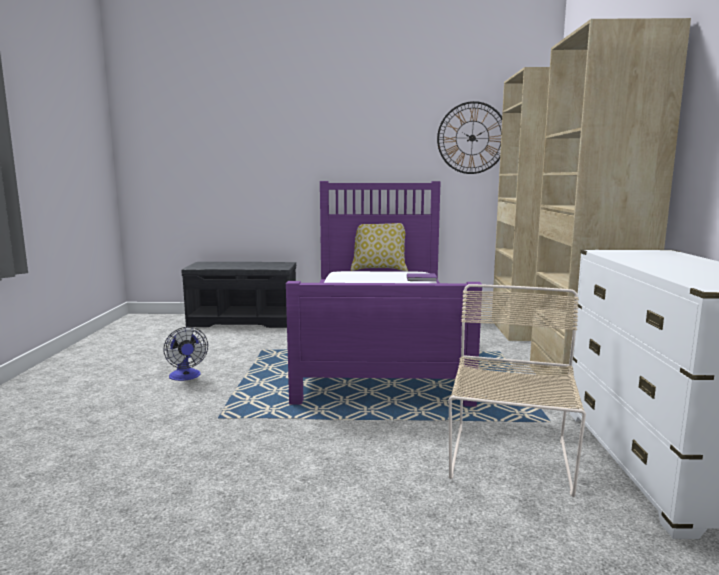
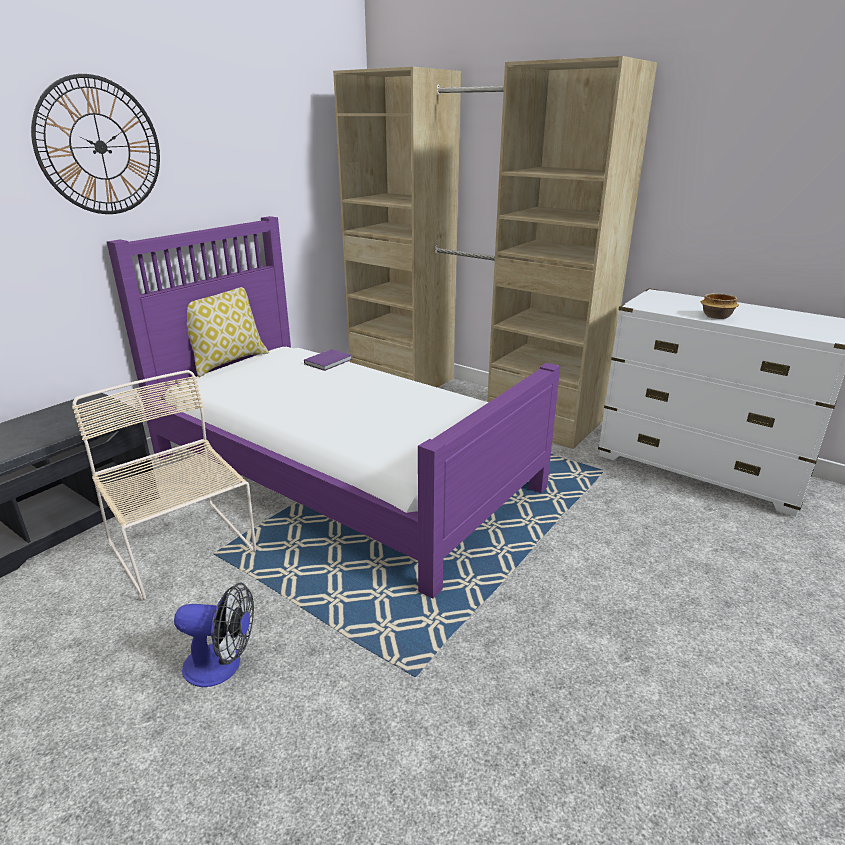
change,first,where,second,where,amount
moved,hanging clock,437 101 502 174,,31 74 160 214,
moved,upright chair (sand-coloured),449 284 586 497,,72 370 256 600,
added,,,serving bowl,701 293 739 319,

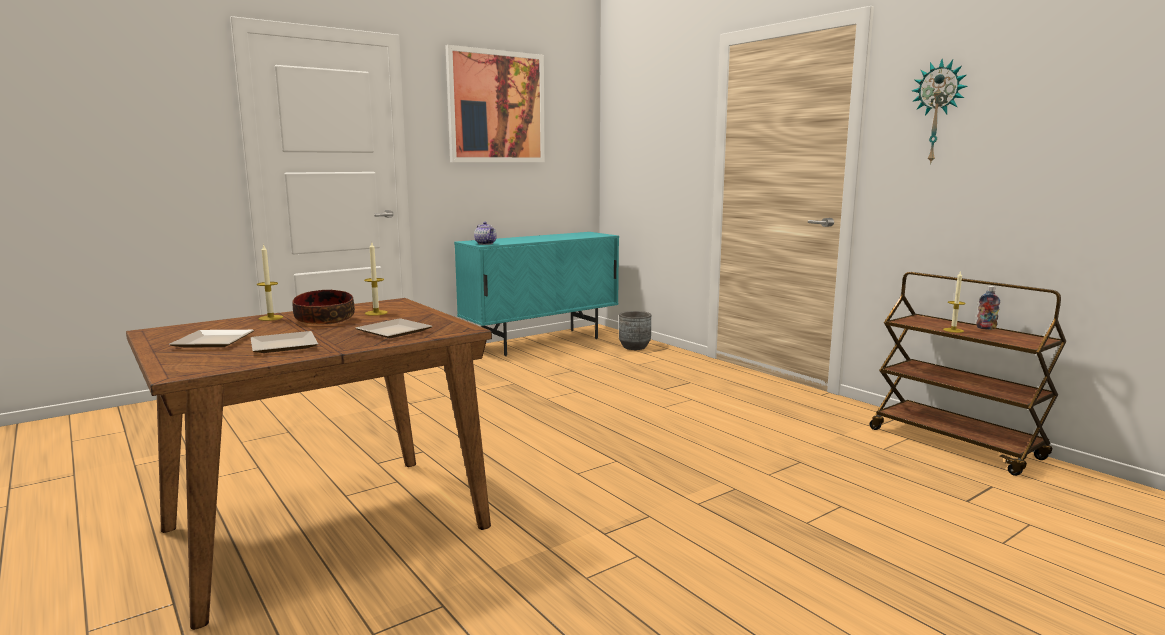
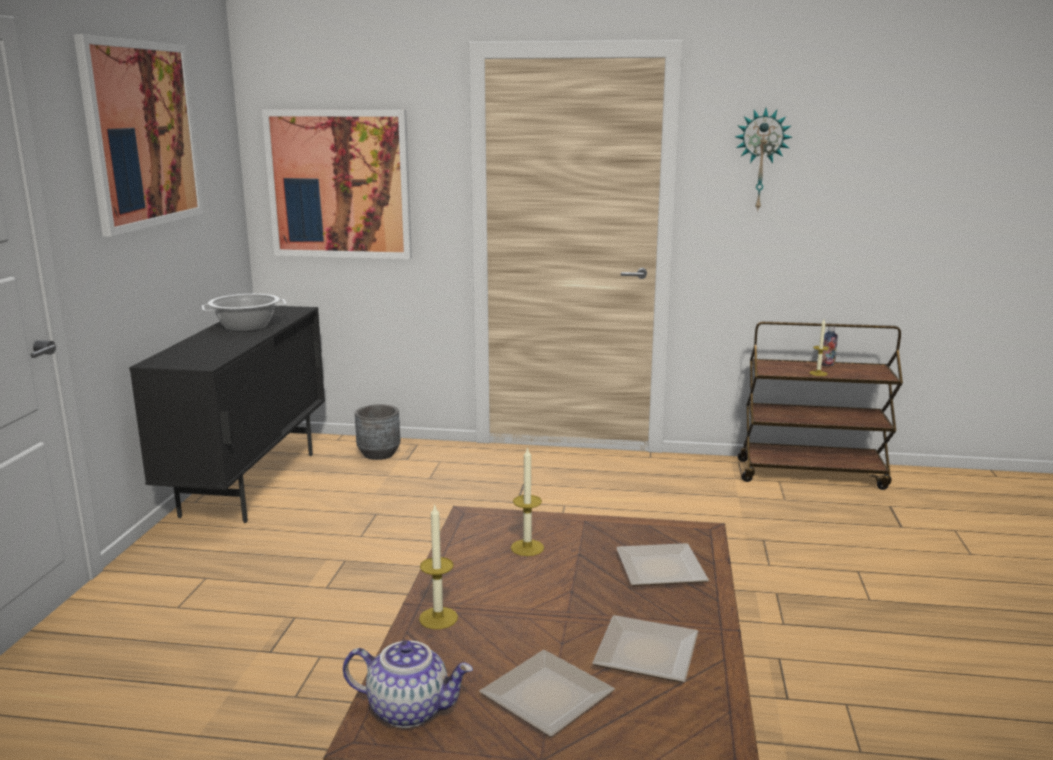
change,first,where,second,where,amount
recoloured,cabinet (turquoise),454 232 619 356,cabinet (blackish),129 306 325 523,
added,,,saucepot,202 294 287 332,
added,,,wall picture,262 110 412 259,
moved,pot for tea,474 222 497 245,,343 640 473 728,
removed,serving bowl,292 290 355 325,,,

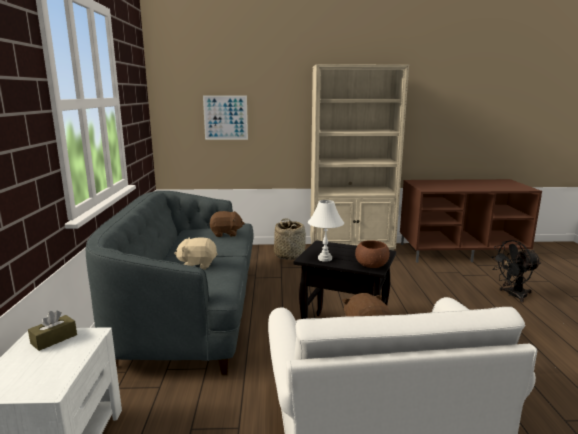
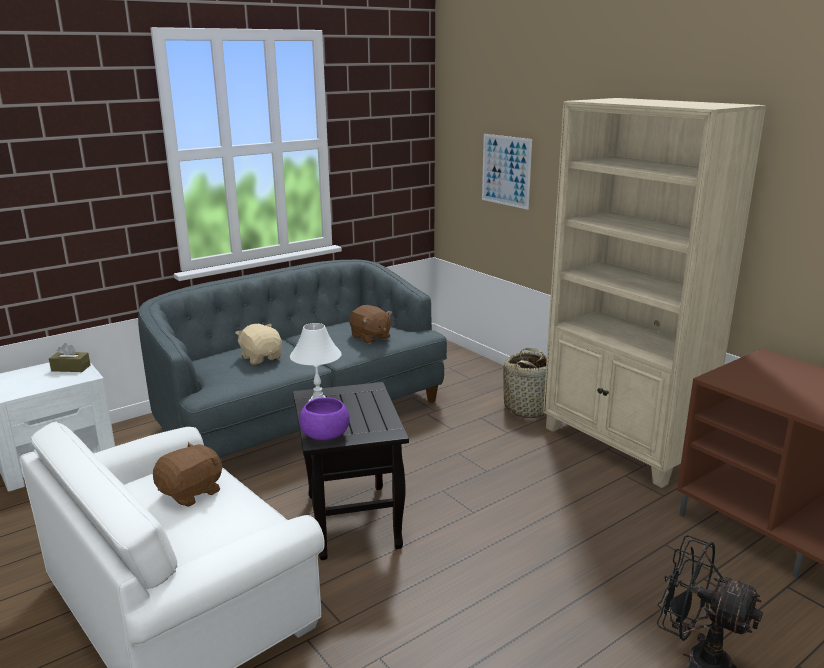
change,first,where,second,where,amount
recoloured,serving bowl (brown-coloured),355 240 390 268,serving bowl (purple-coloured),299 397 350 440,

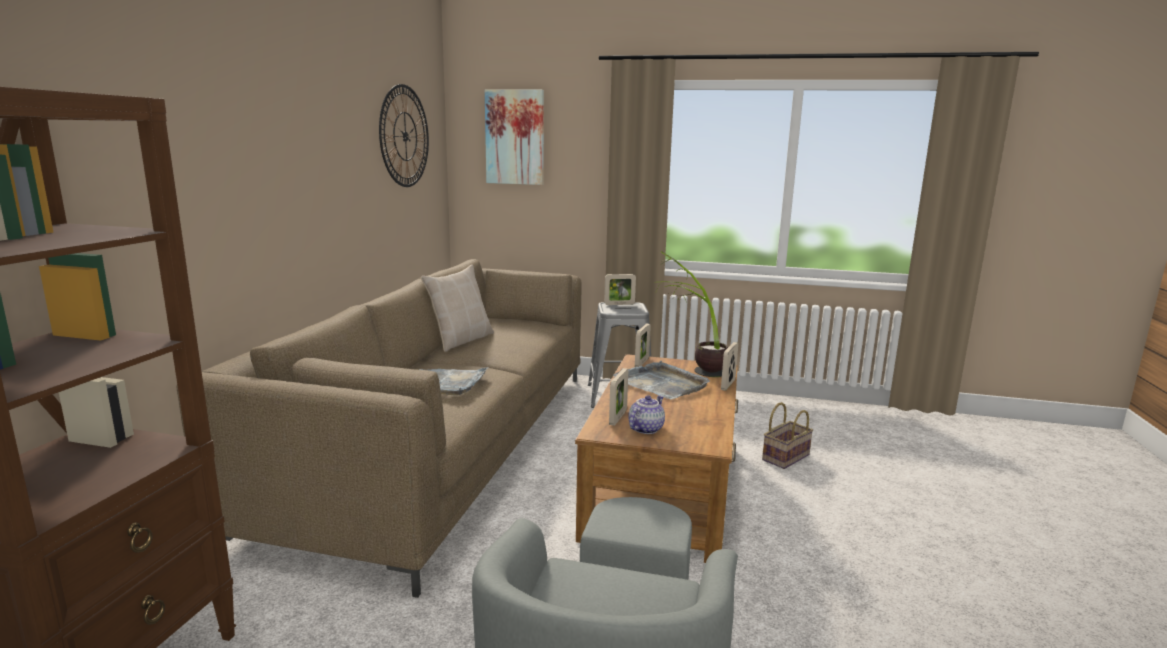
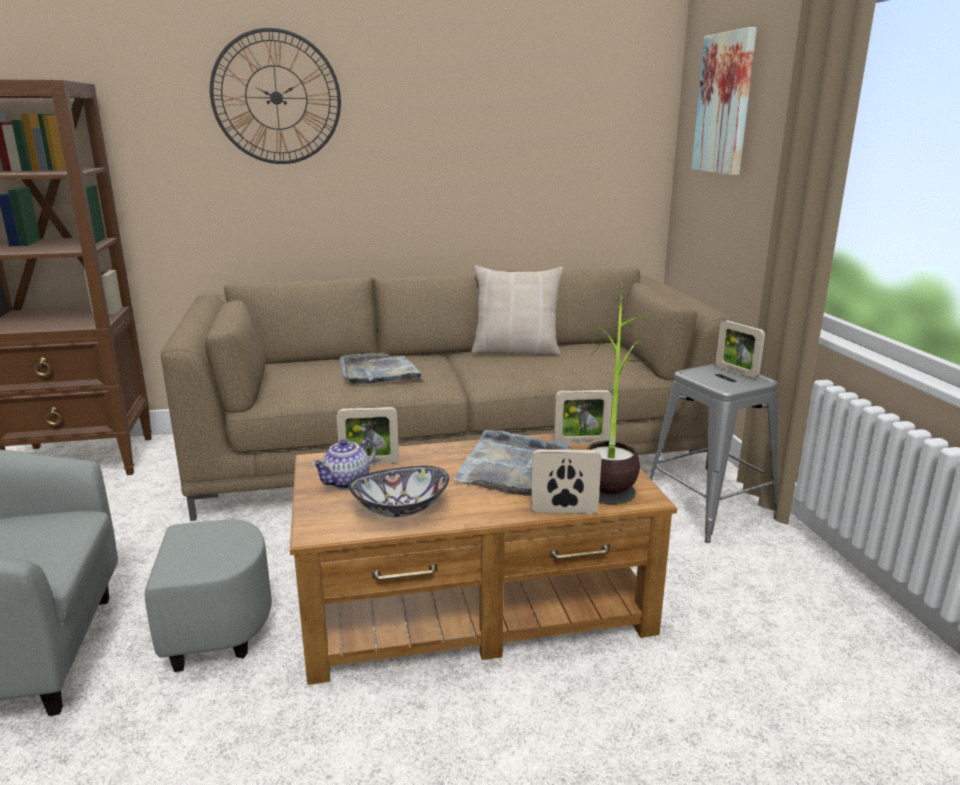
change,first,where,second,where,amount
moved,hanging clock,379 84 429 187,,210 28 341 164,
turned,pot for tea,628 395 665 434,,312 438 376 489,120 degrees clockwise
added,,,serving bowl,348 466 449 517,
removed,household basket,762 402 813 469,,,

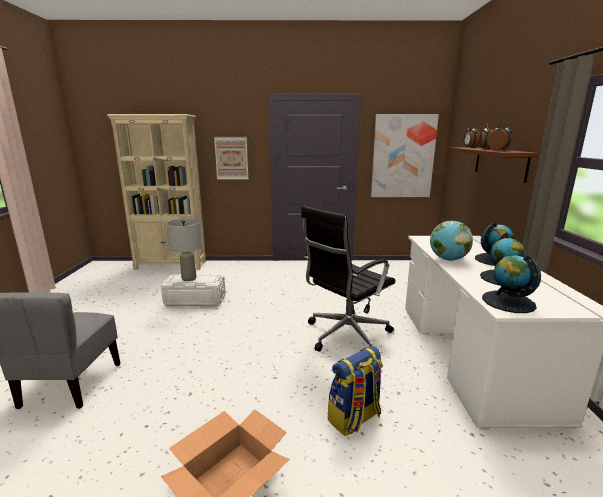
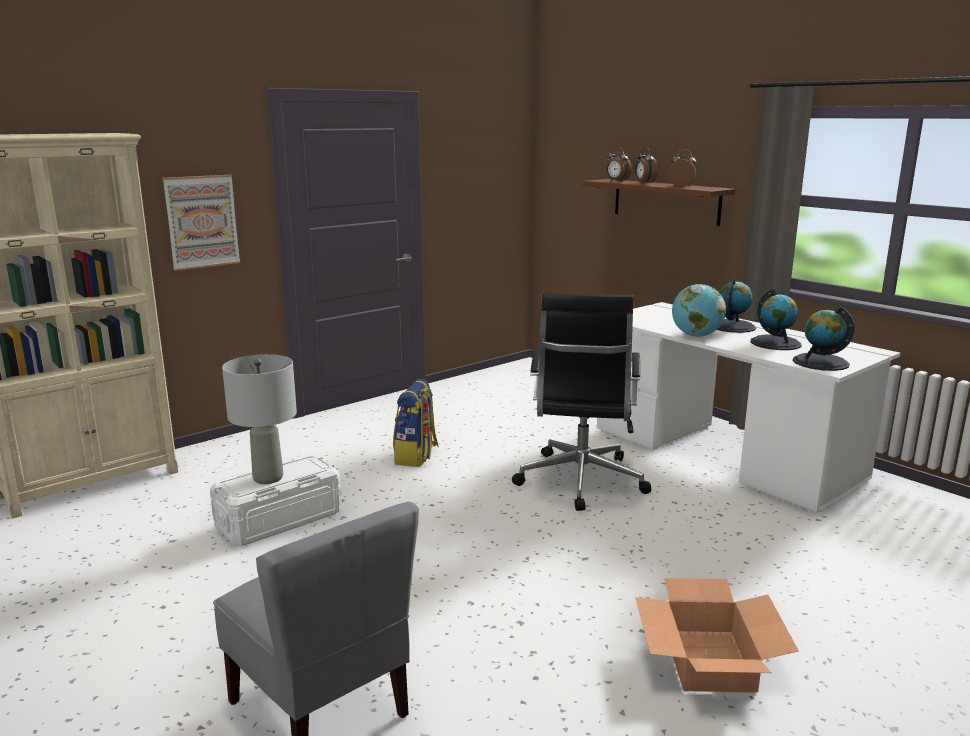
change,first,where,second,where,amount
moved,backpack,328 346 383 436,,393 379 439 467,
removed,wall picture,371 114 439 197,,,

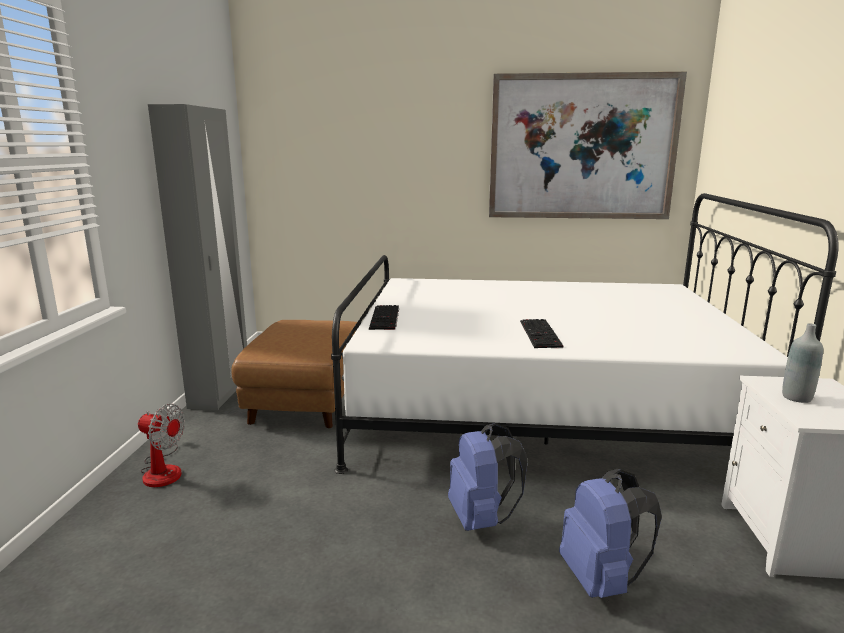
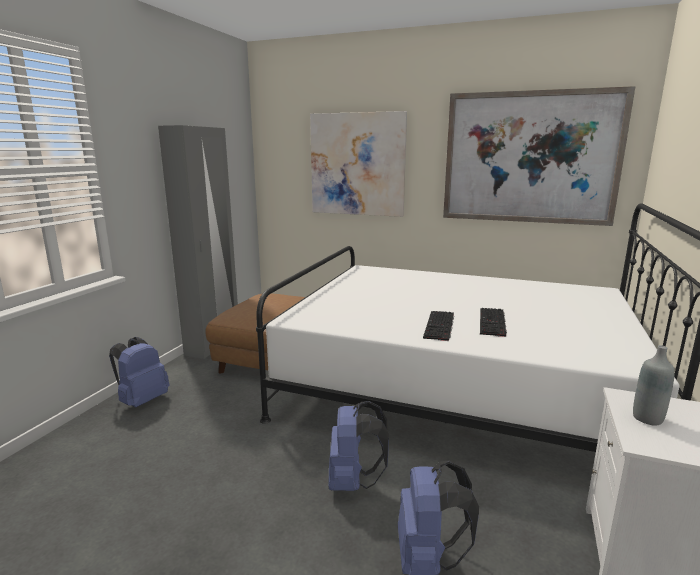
change,first,where,second,where,amount
replaced,cooling fan,138 404 185 487,backpack (blue-coloured),109 337 169 407,
added,,,wall picture,310 111 407 217,
moved,keyboard,369 305 399 330,,480 308 507 337,

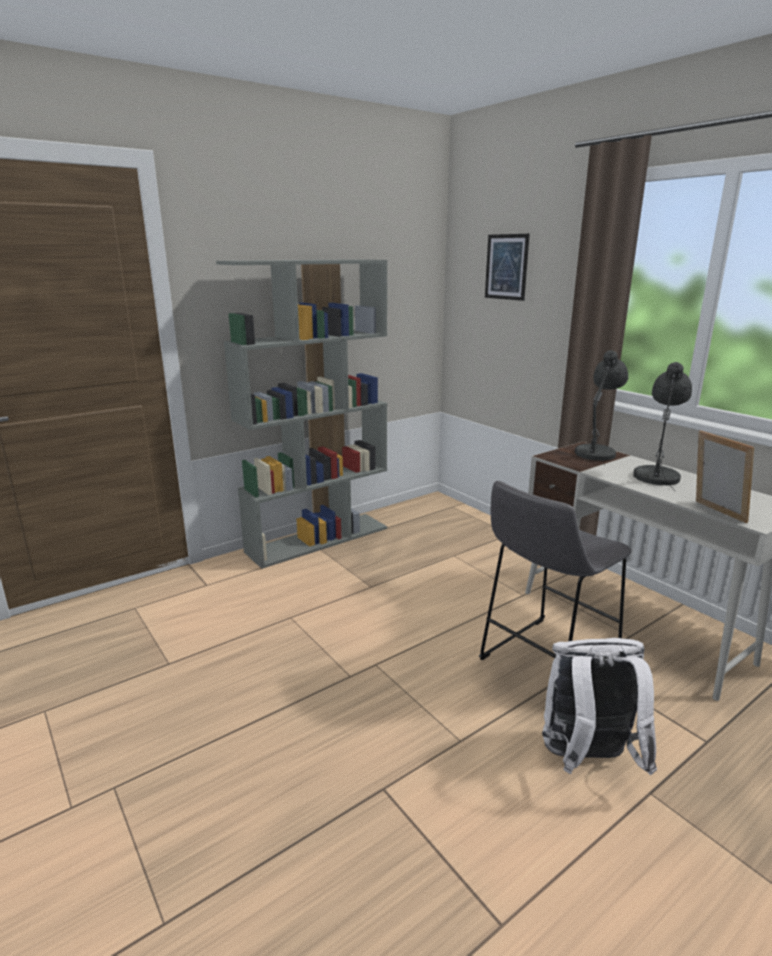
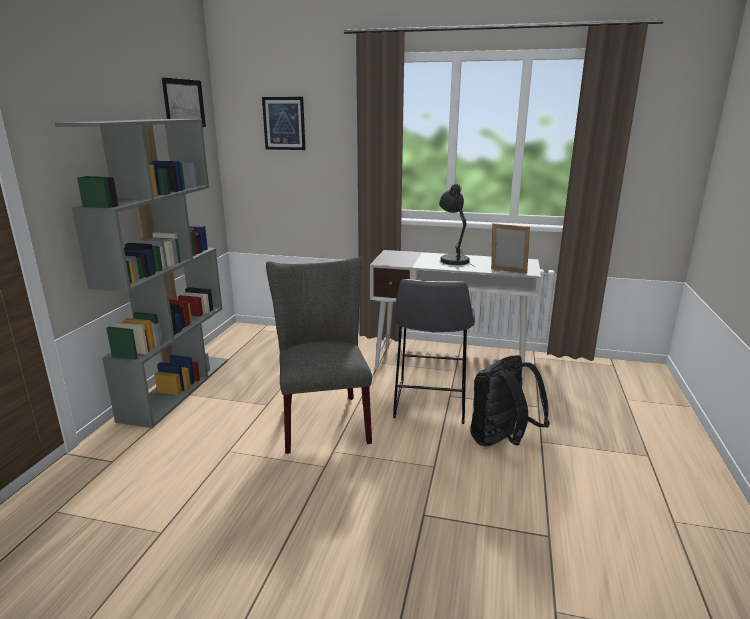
change,first,where,second,where,amount
added,,,wall picture,162 77 206 127,
added,,,upright chair (gray),266 257 372 454,
recoloured,backpack (white-coloured),542 638 657 775,backpack (blackish),470 355 550 446,
removed,lamp for a table (gray),575 350 628 466,,,

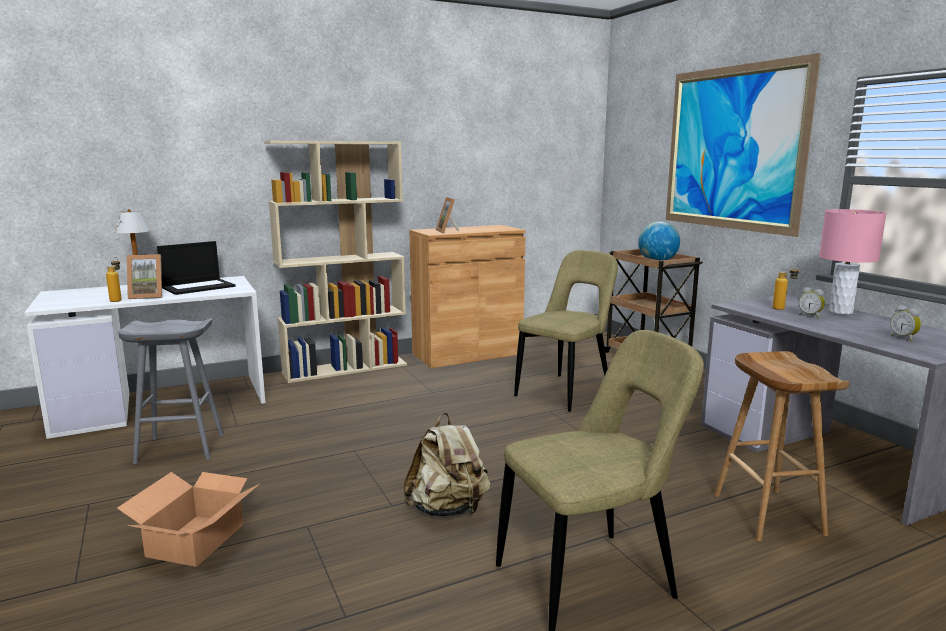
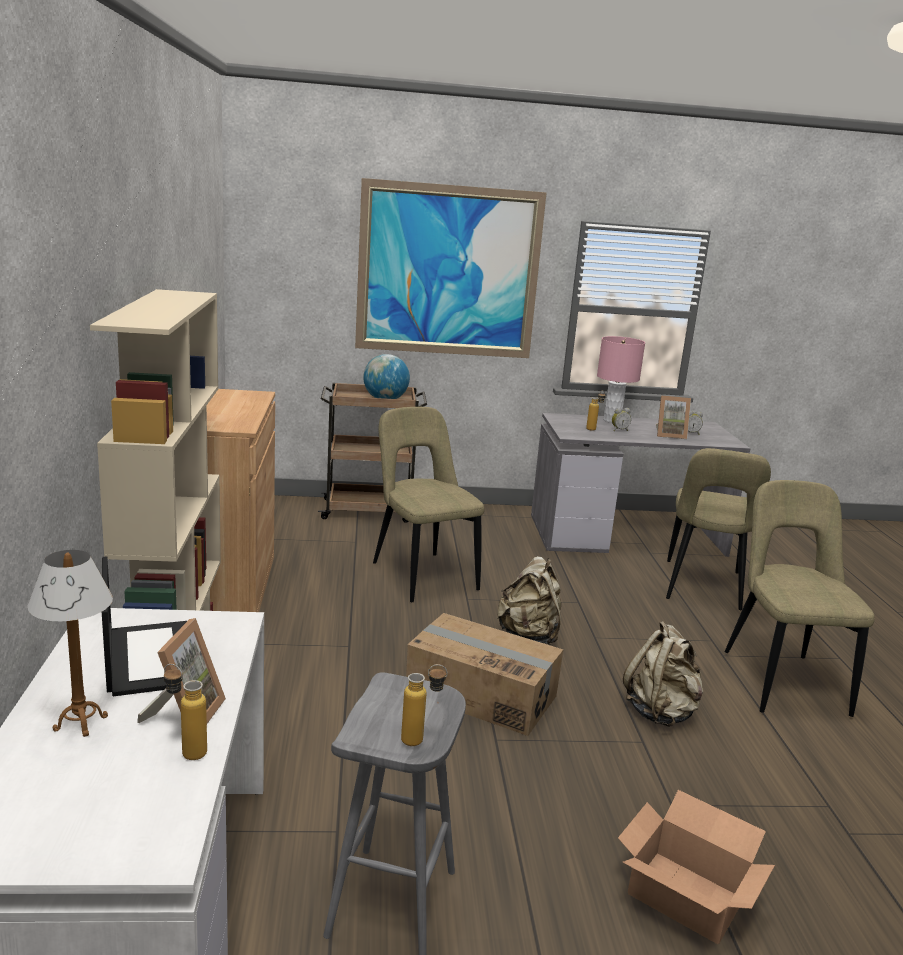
change,first,where,second,where,amount
added,,,beverage bottle,401 664 447 746,
added,,,packing box,406 613 564 736,
added,,,backpack (sand-coloured),497 556 561 645,
moved,photo frame,436 197 460 234,,656 396 691 439,
replaced,stool seat (brown-coloured),714 351 850 541,upright chair (sand-coloured),666 448 771 610,

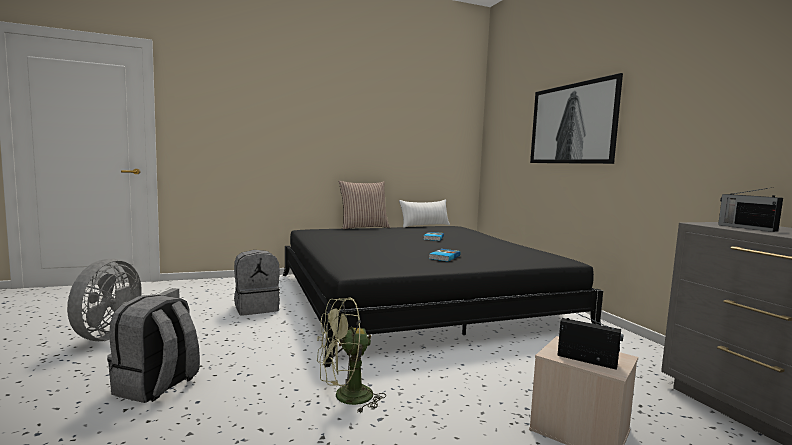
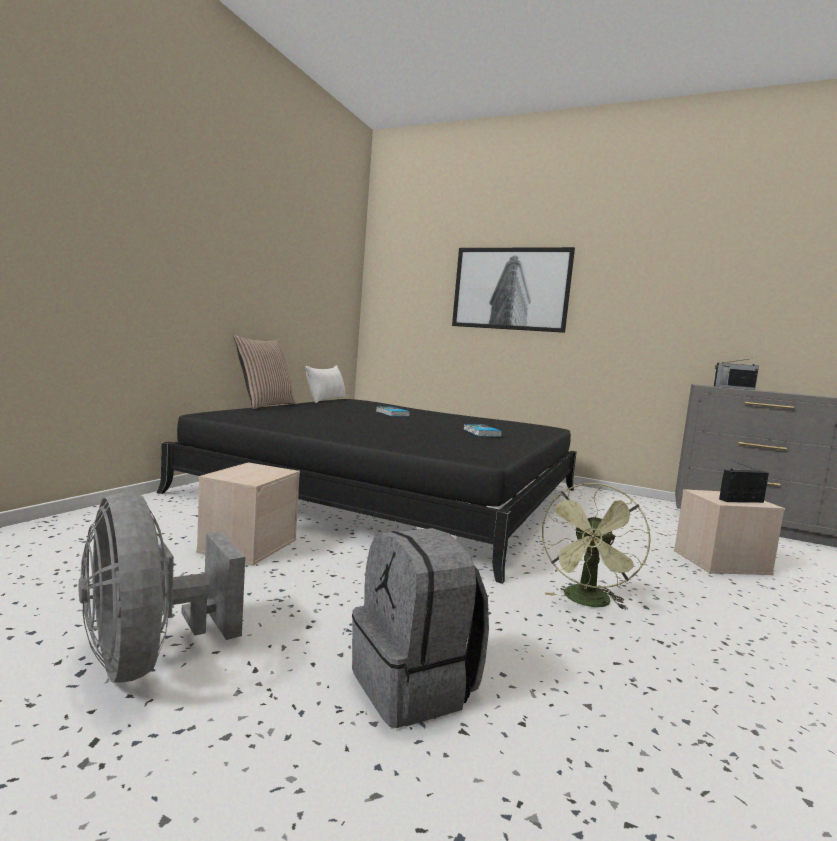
change,first,where,second,where,amount
replaced,backpack (gray),234 250 280 316,storage box (sand-coloured),196 462 300 566,

